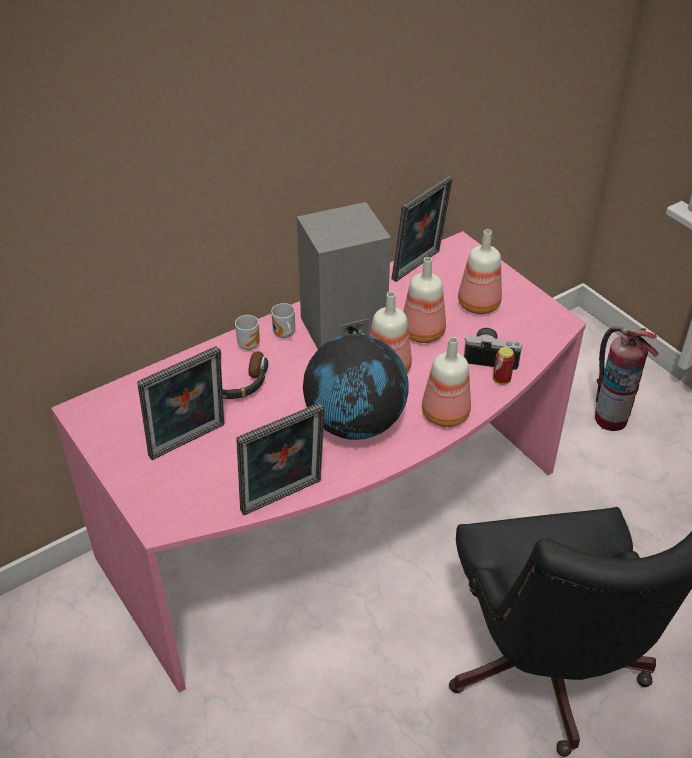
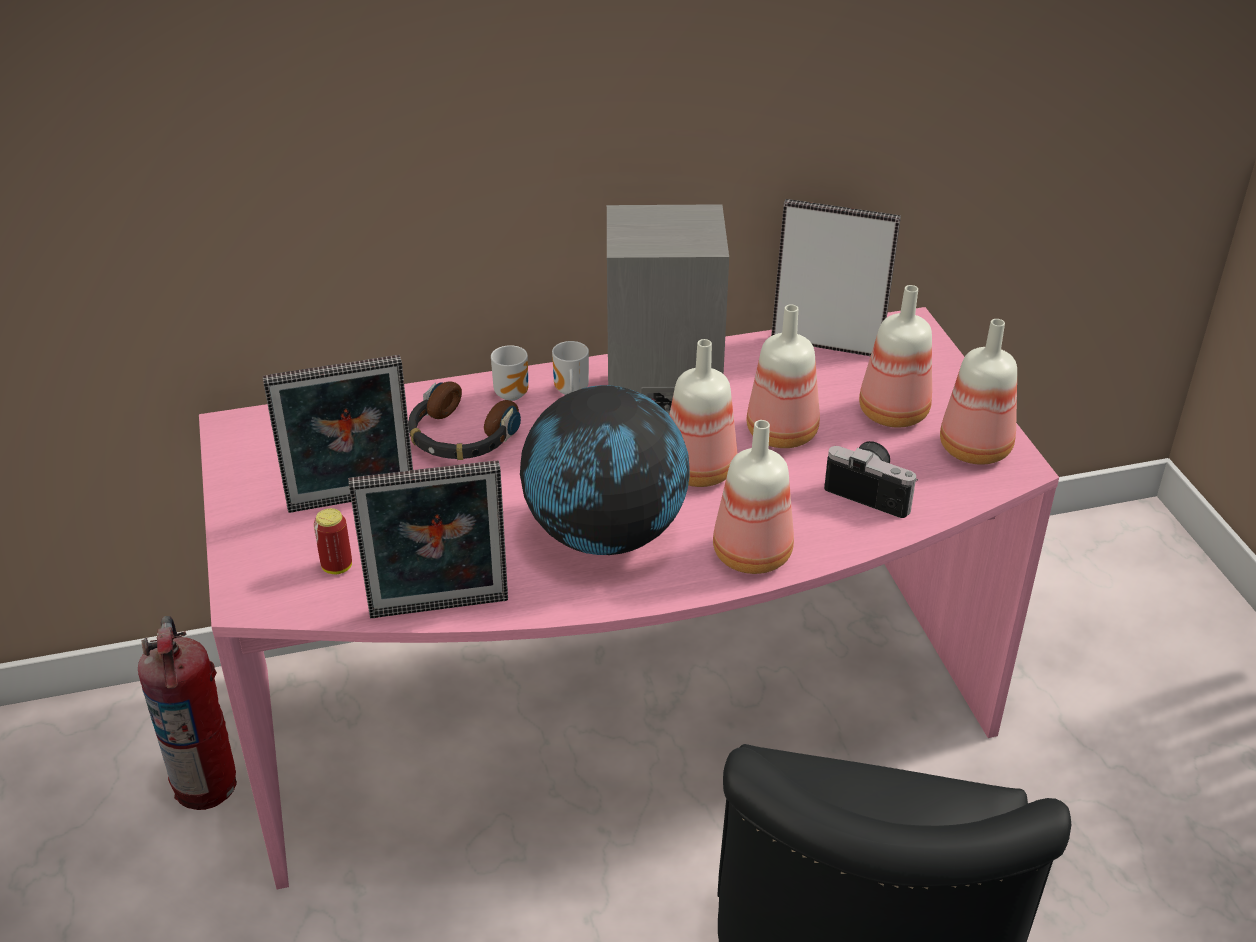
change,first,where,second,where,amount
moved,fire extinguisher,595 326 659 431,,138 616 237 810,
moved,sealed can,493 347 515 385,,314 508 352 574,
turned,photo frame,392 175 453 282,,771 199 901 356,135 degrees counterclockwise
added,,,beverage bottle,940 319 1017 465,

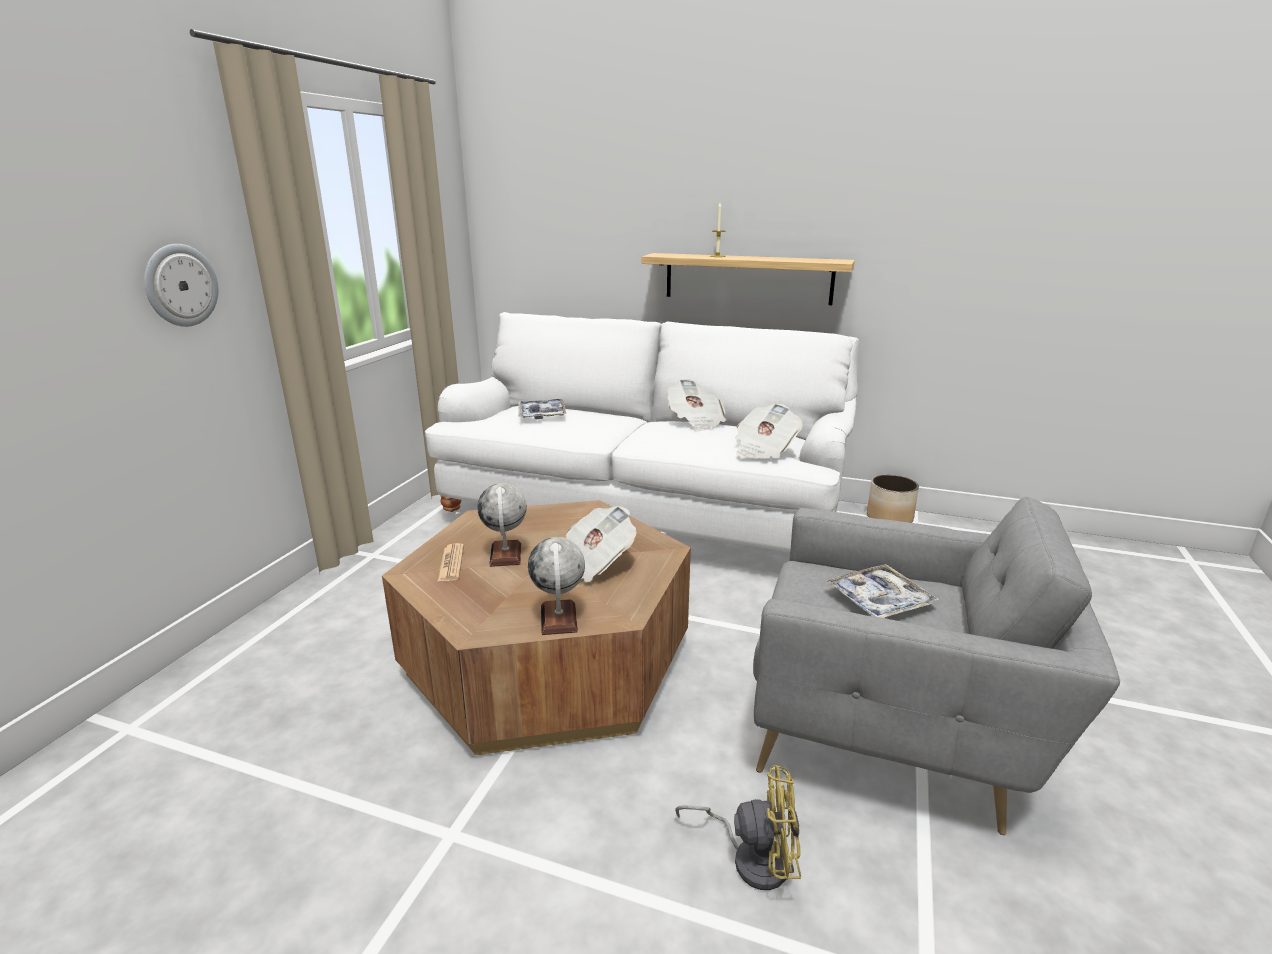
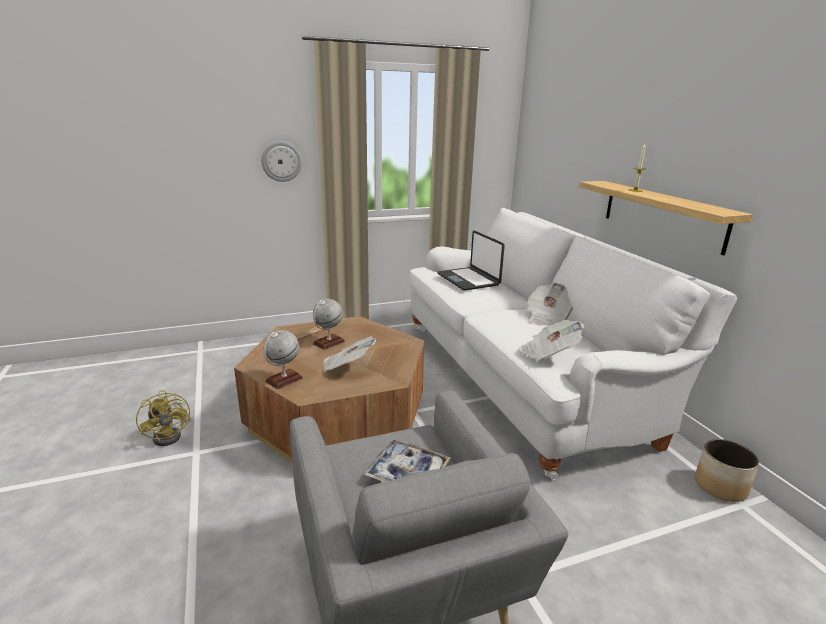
change,first,where,second,where,amount
moved,cooling fan (yellow-coloured),675 765 801 890,,136 390 191 446,
replaced,tray,518 399 566 419,notebook computer,437 231 505 291,

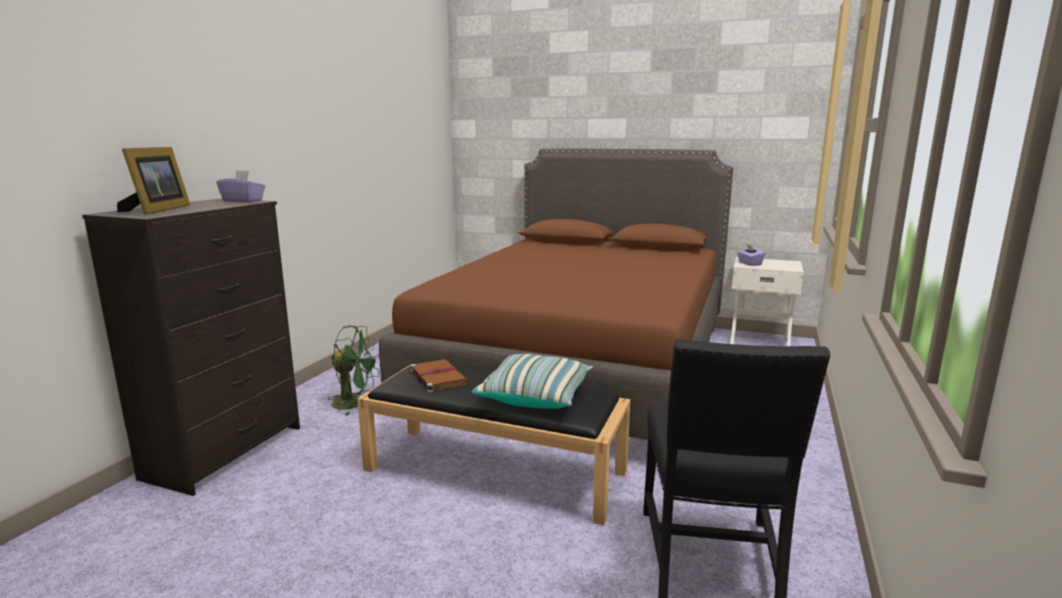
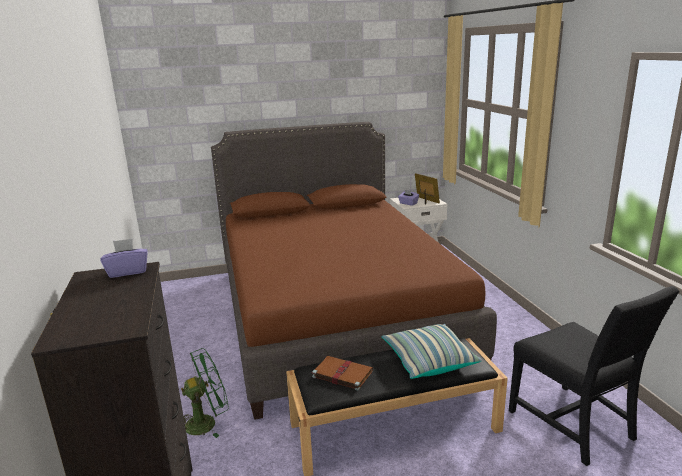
change,first,where,second,where,amount
moved,photo frame,117 147 190 215,,415 173 440 205,

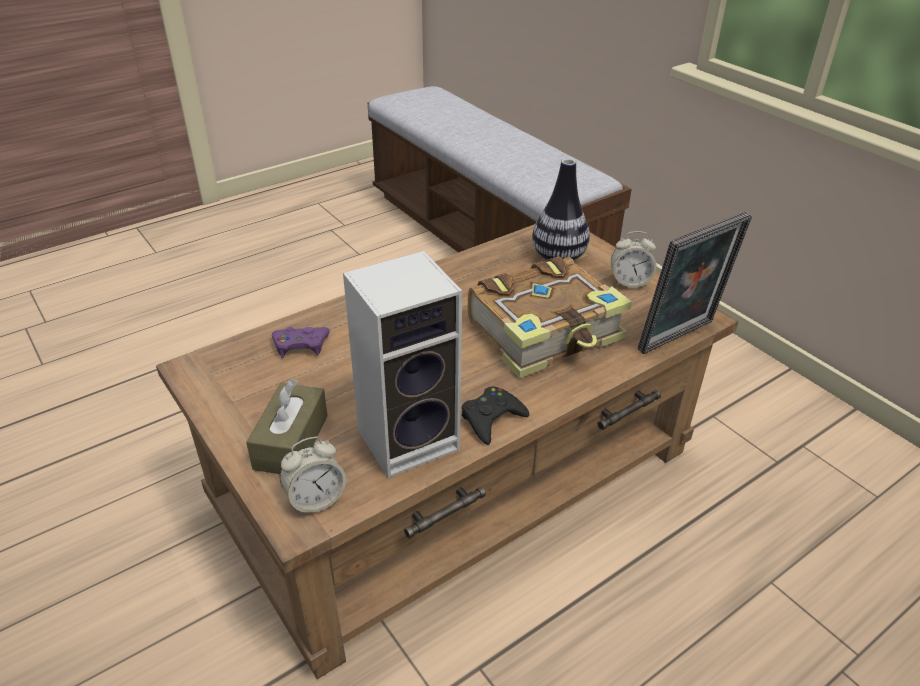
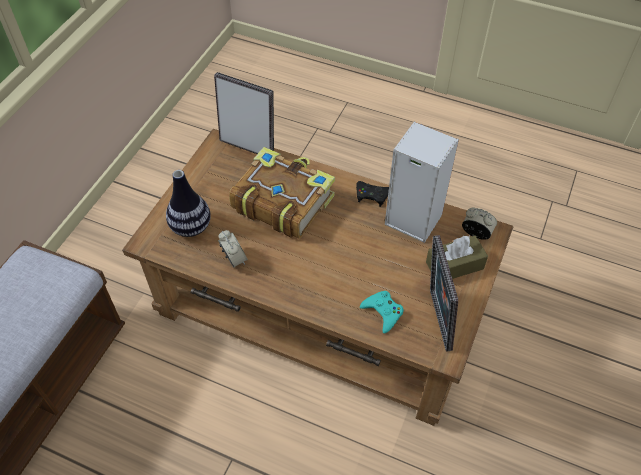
change,first,where,second,where,amount
moved,alarm clock,611 231 656 288,,218 230 248 268,
recoloured,game controller (purple-coloured),272 327 330 358,game controller (turquoise),360 291 404 334,
added,,,photo frame,430 235 458 352,

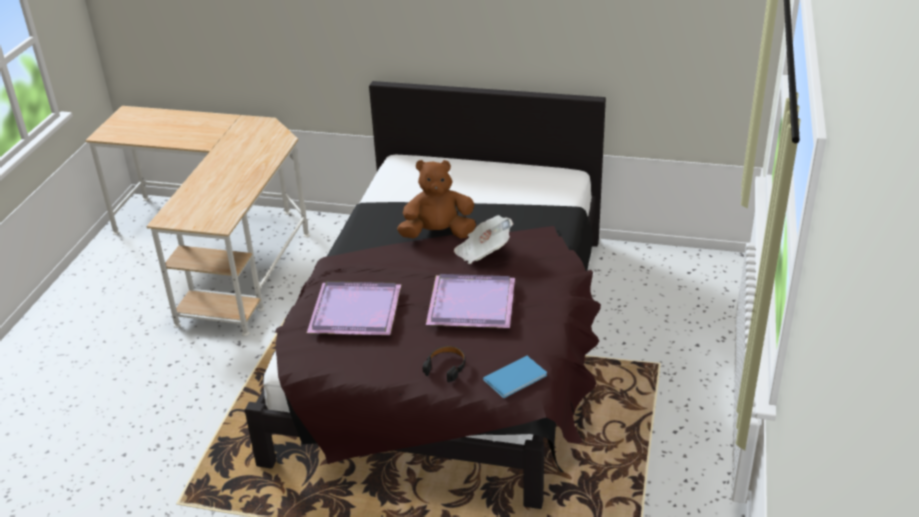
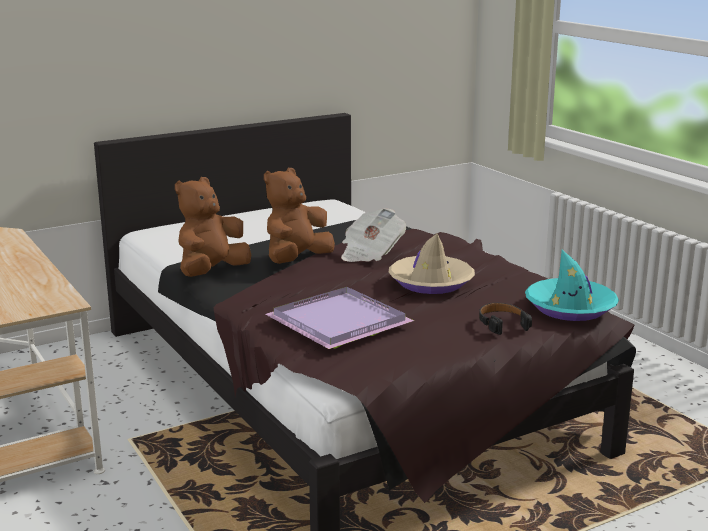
change,first,where,second,where,amount
added,,,cuddly toy (brown-coloured),175 177 251 277,
replaced,tray (purple-coloured),426 274 515 328,wearable hat (sand-coloured),388 234 475 294,
replaced,book (blue-coloured),483 356 547 398,wearable hat (turquoise),525 250 619 321,

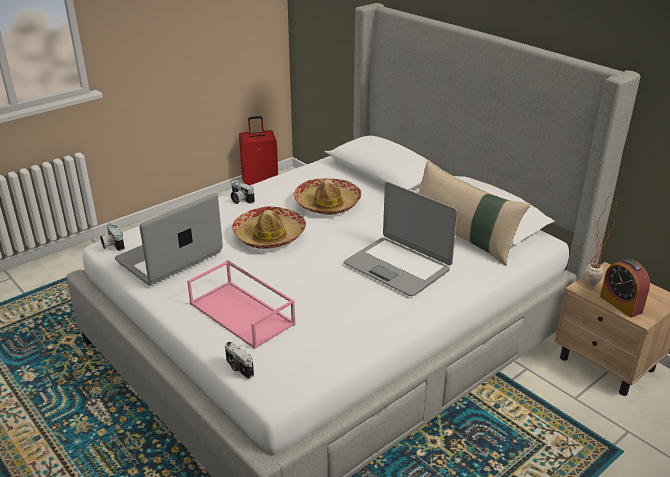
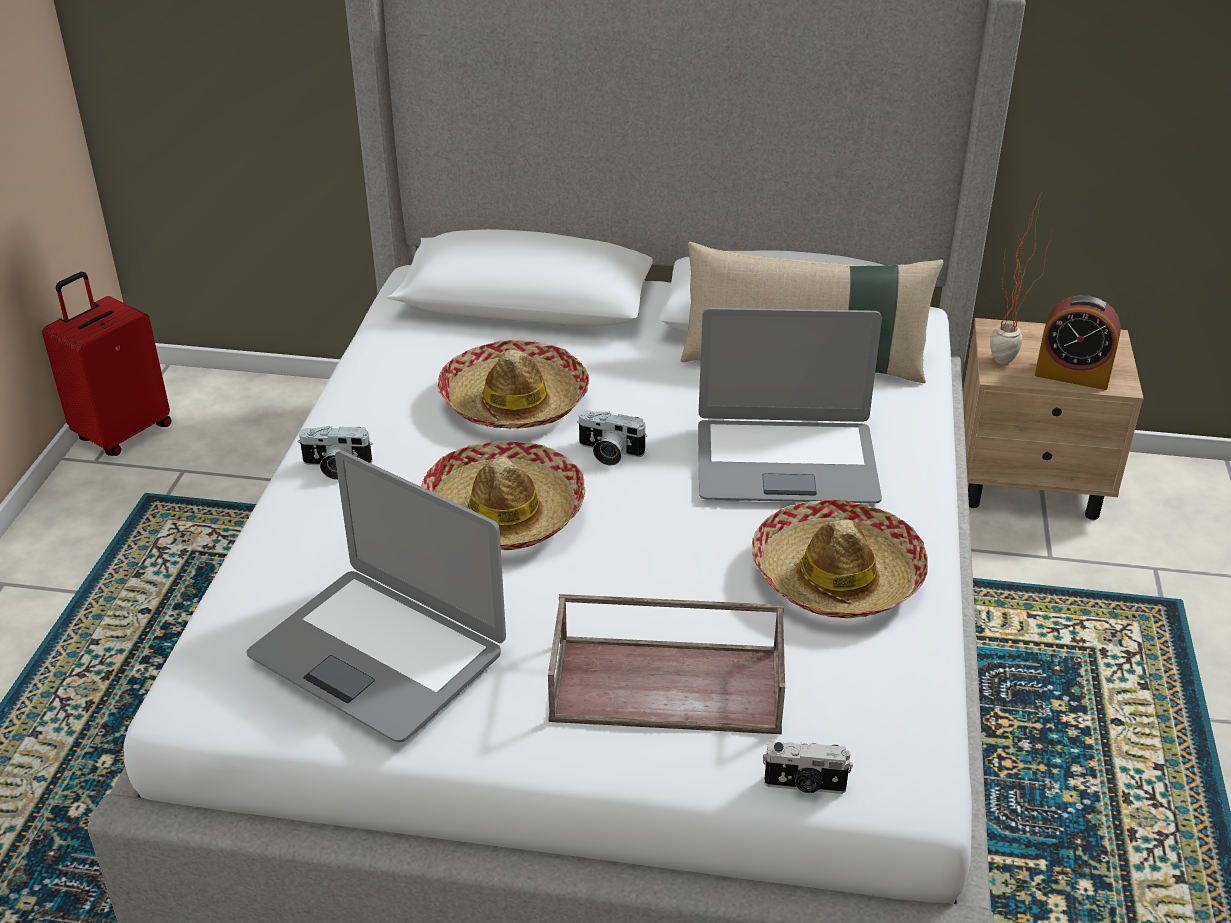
change,first,where,second,where,amount
turned,notebook computer,115 193 223 285,,247 450 506 742,60 degrees counterclockwise
recoloured,tray (pink-coloured),187 260 296 349,tray (brown-coloured),548 594 785 734,
moved,photo camera,100 222 125 251,,577 410 648 466,
added,,,wearable hat,752 500 928 618,

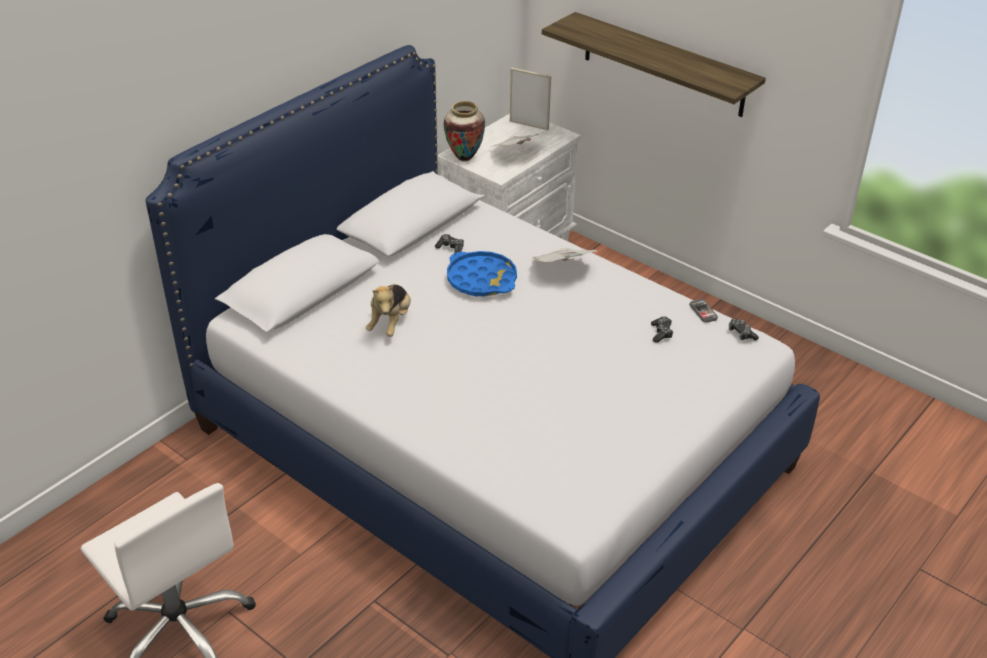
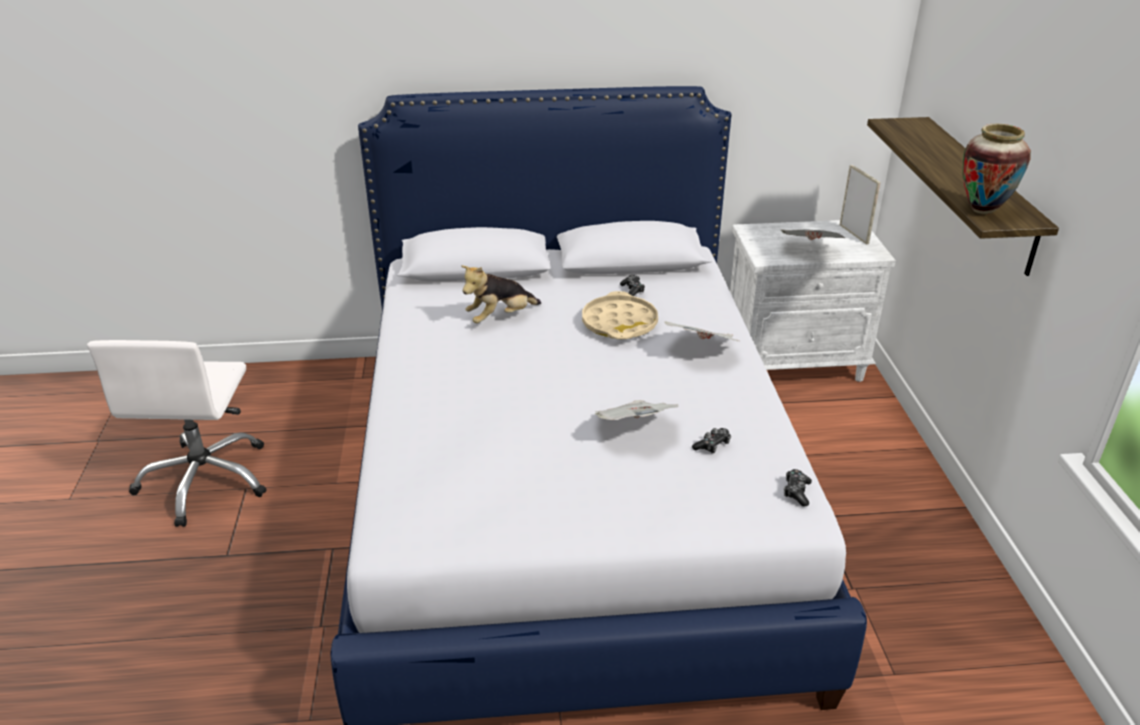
change,first,where,second,where,amount
recoloured,tray (blue-coloured),447 251 517 297,tray (sand-coloured),582 291 658 339,
added,,,newspaper,595 400 679 420,
moved,decorative vase,444 101 485 162,,962 124 1031 214,
removed,handset,689 299 718 323,,,

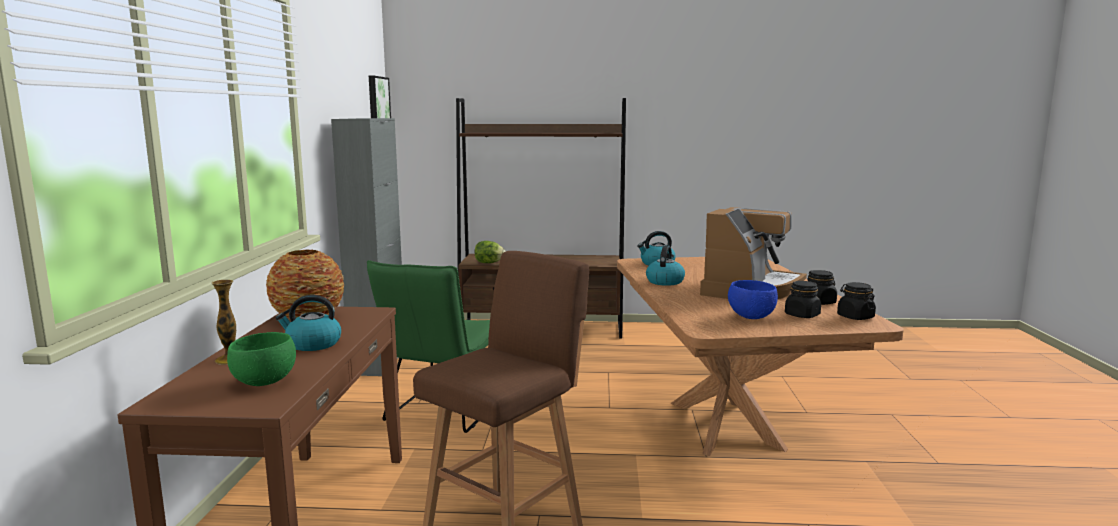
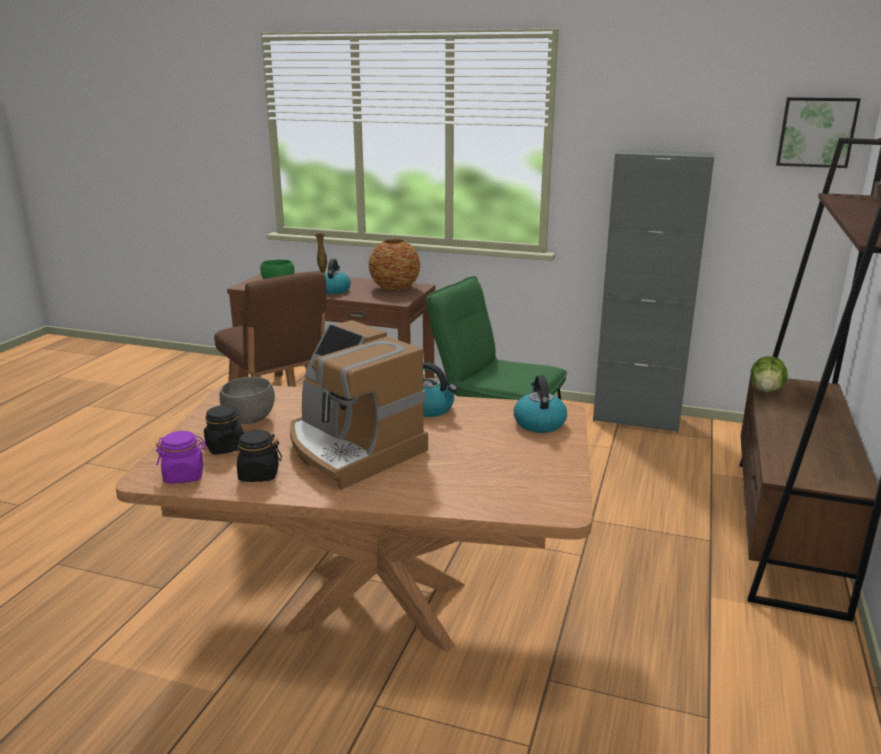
change,first,where,second,where,amount
recoloured,storage jar (blackish),837 282 876 320,storage jar (purple-coloured),156 431 206 483,
recoloured,serving bowl (blue-coloured),728 280 778 319,serving bowl (gray),219 377 275 424,

